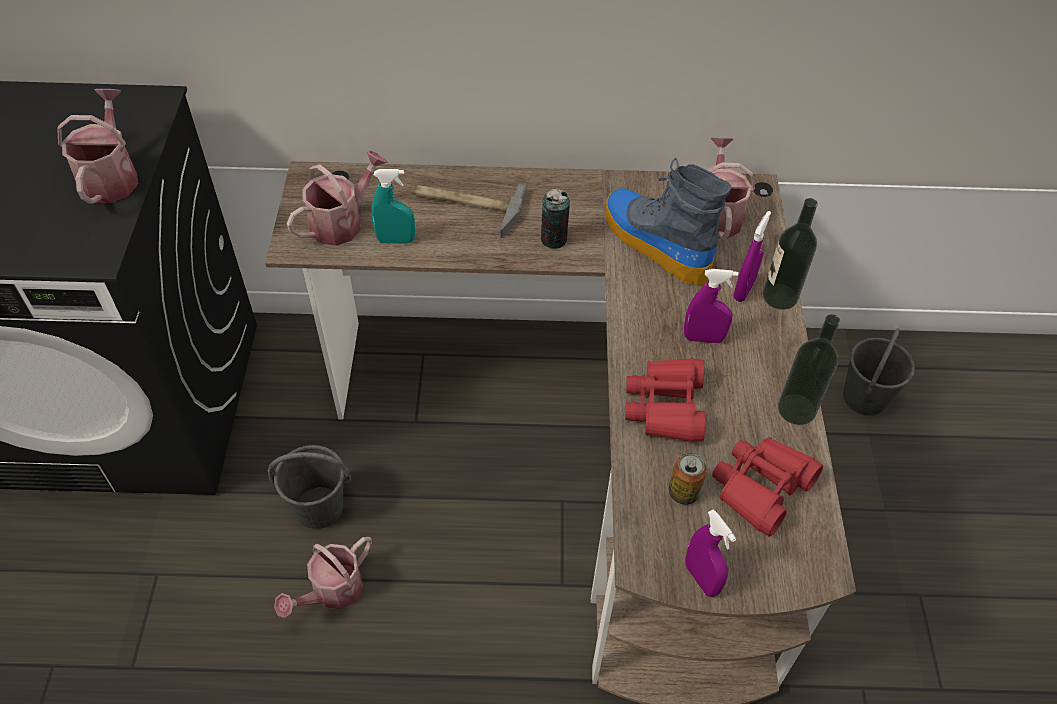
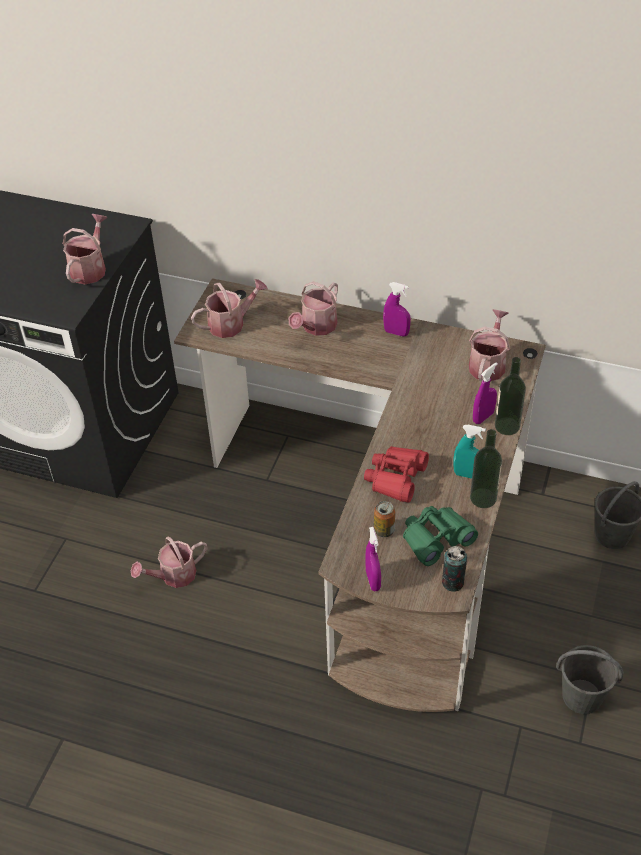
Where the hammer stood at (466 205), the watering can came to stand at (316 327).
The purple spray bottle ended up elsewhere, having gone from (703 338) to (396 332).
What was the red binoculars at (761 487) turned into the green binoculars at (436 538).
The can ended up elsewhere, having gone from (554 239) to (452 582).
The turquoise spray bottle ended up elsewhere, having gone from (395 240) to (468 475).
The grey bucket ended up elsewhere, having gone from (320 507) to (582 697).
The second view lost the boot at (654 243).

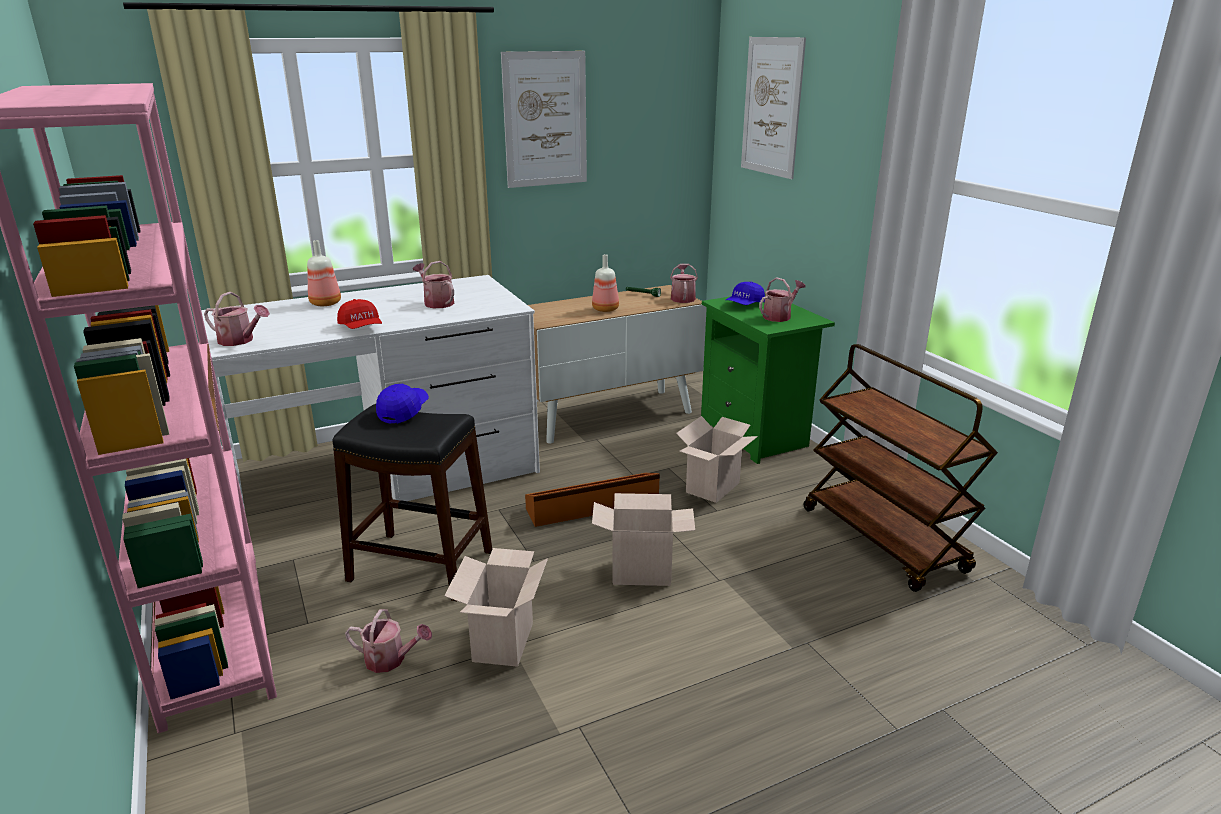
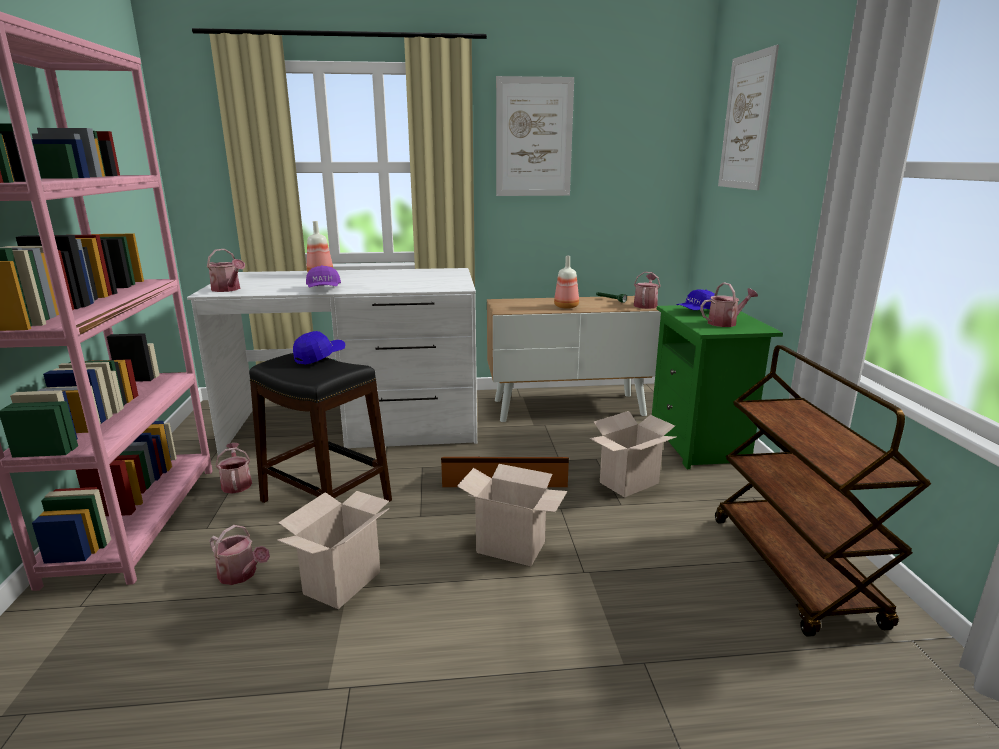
The watering can ended up elsewhere, having gone from (436 302) to (236 483).
What was the red cap at (361 327) turned into the purple cap at (324 289).

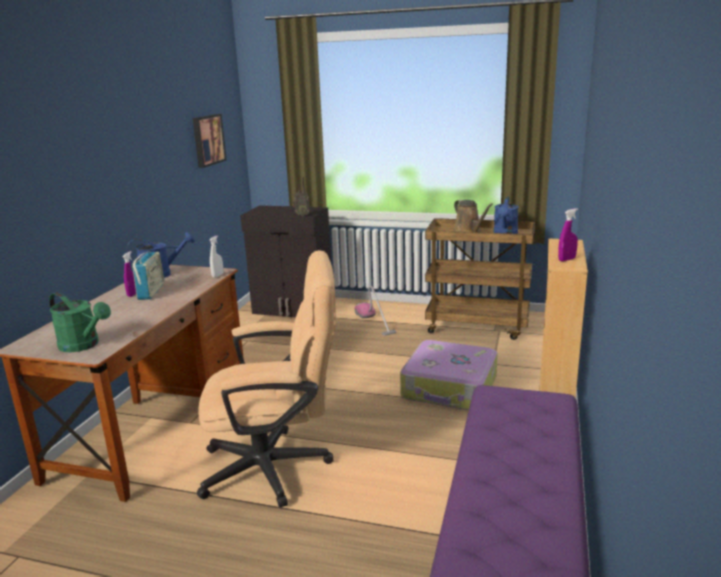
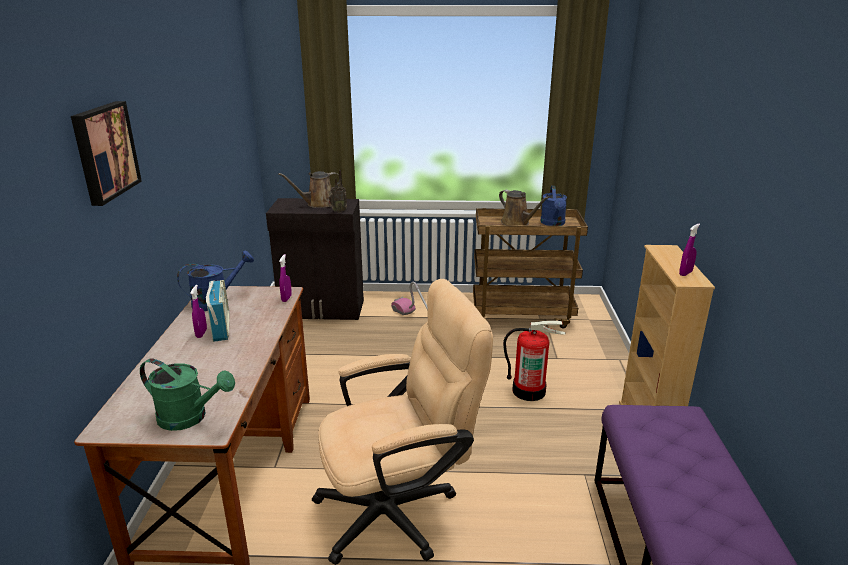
The picture ended up elsewhere, having gone from (207 140) to (104 151).
The second view gained the brown watering can at (318 204).
What was the white spray bottle at (217 275) turned into the purple spray bottle at (286 298).
Where the suitcase stood at (450 388), the fire extinguisher came to stand at (529 391).

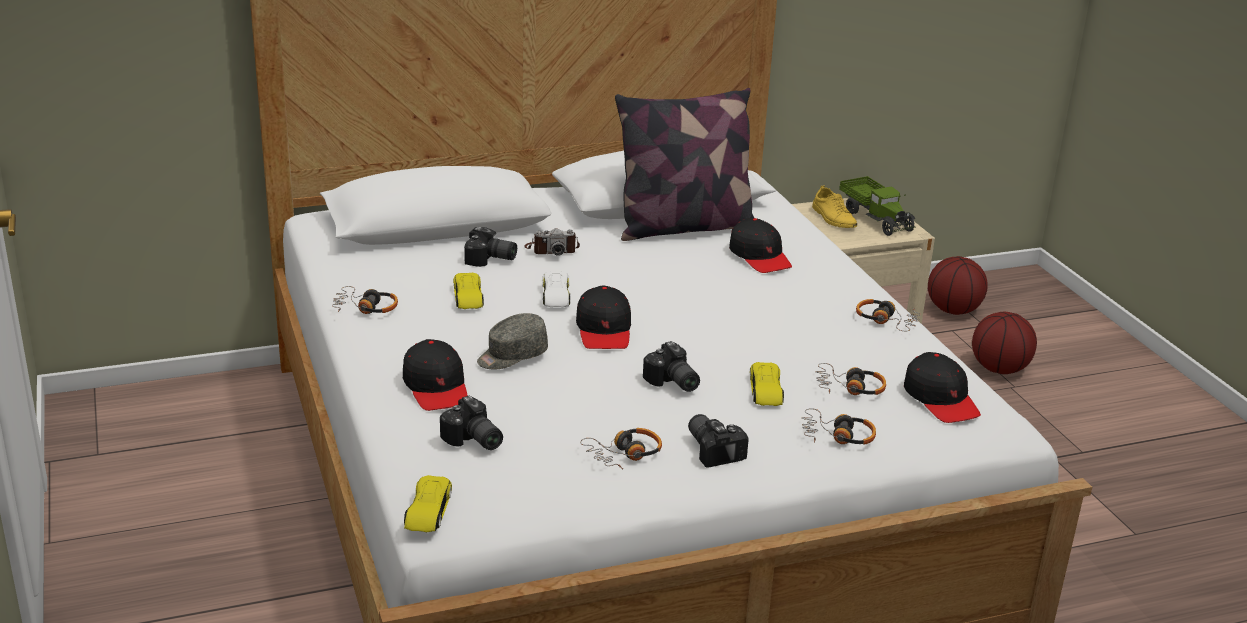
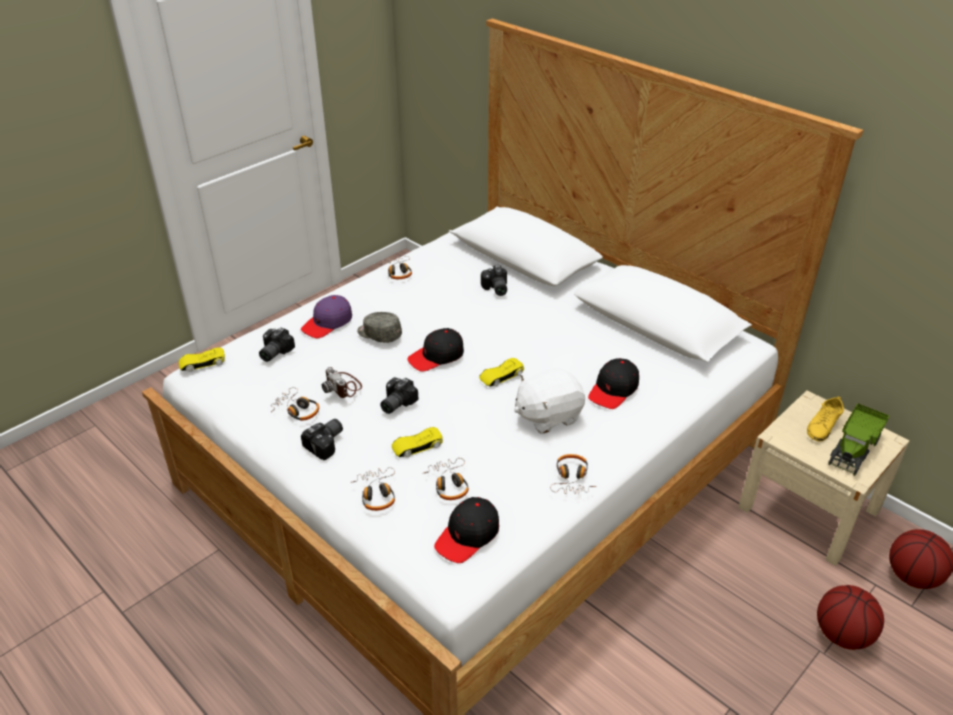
What was the black cap at (436 387) turned into the purple cap at (327 323).
The photo camera ended up elsewhere, having gone from (552 250) to (343 386).
The yellow toy car ended up elsewhere, having gone from (468 297) to (501 376).
The second view gained the white plush toy at (547 415).
The second view lost the white toy car at (556 295).
The second view lost the pillow at (684 227).

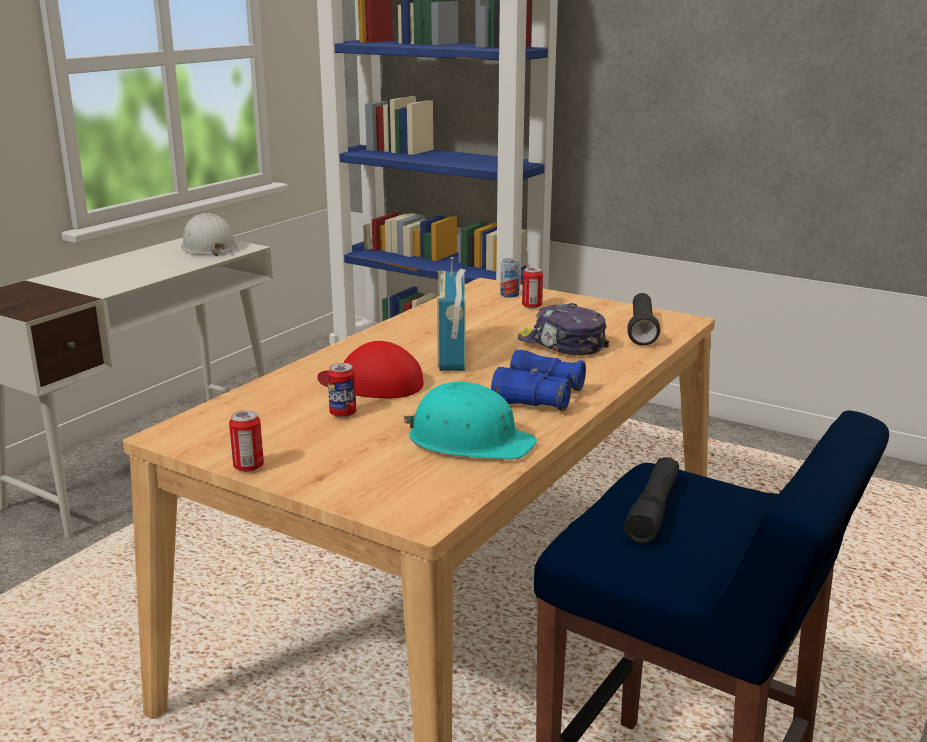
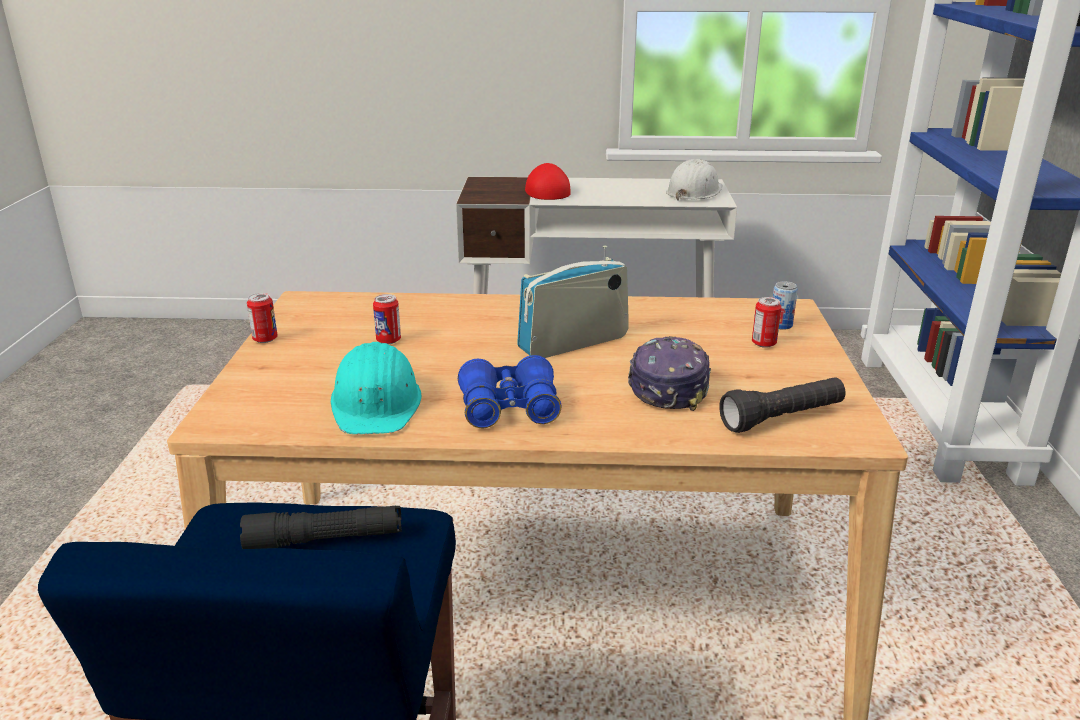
The red cap ended up elsewhere, having gone from (372 384) to (546 190).

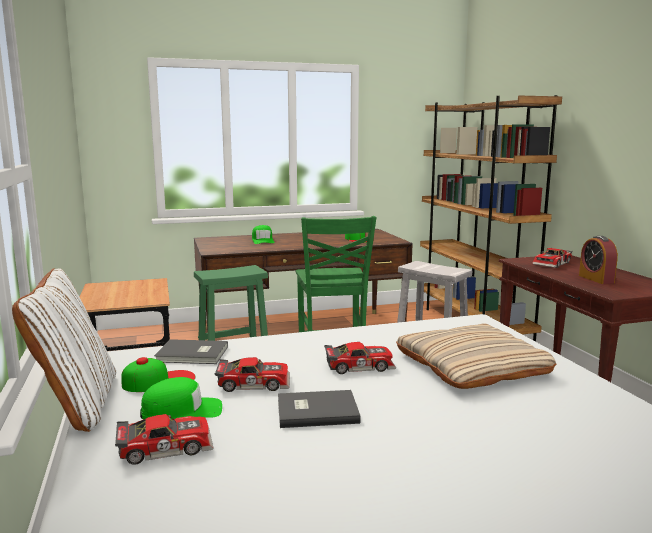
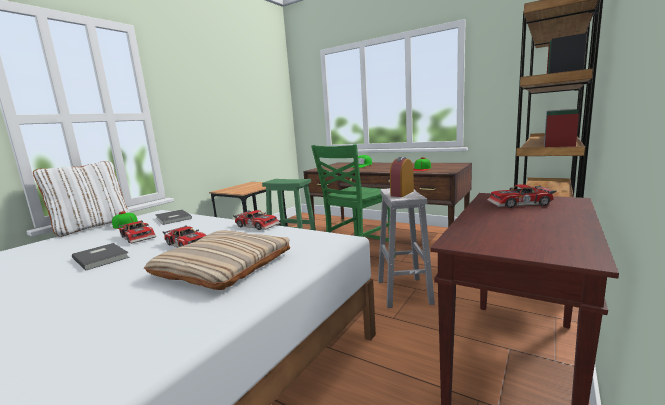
The toy car ended up elsewhere, having gone from (165 446) to (258 225).
The alarm clock ended up elsewhere, having gone from (596 279) to (402 193).
The second view lost the green cap at (182 411).

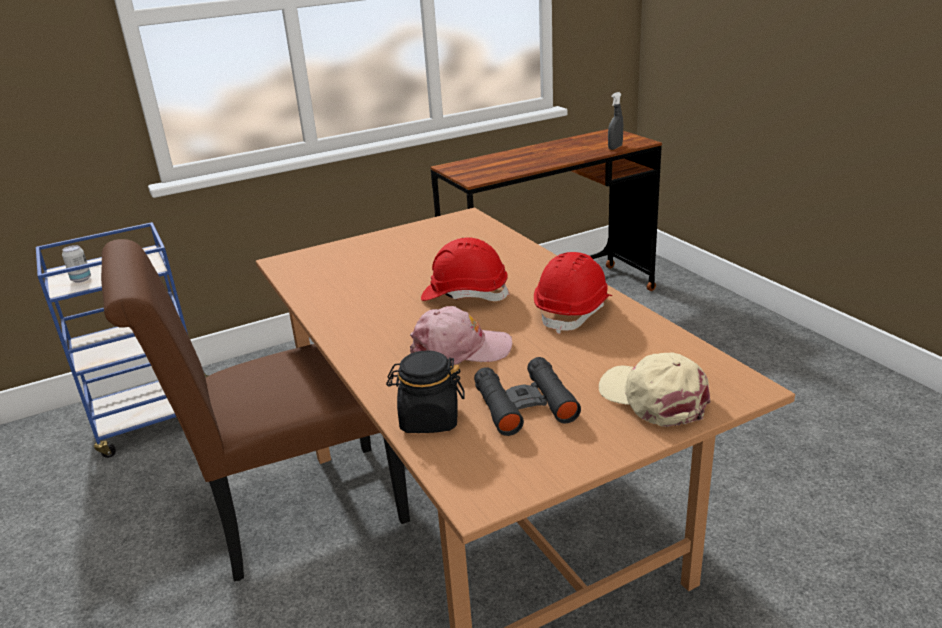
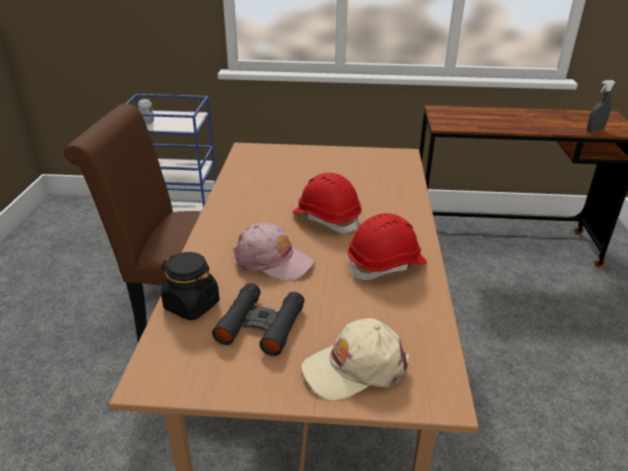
The beige cap at (653 398) ended up facing another way, 105 degrees counterclockwise from before.

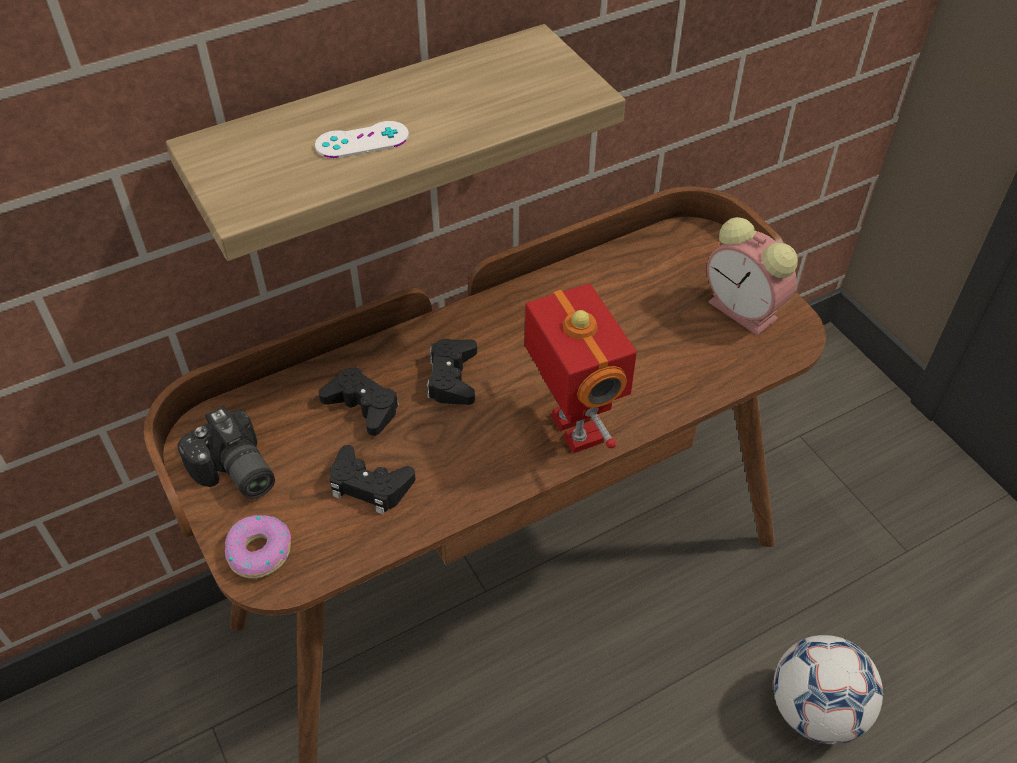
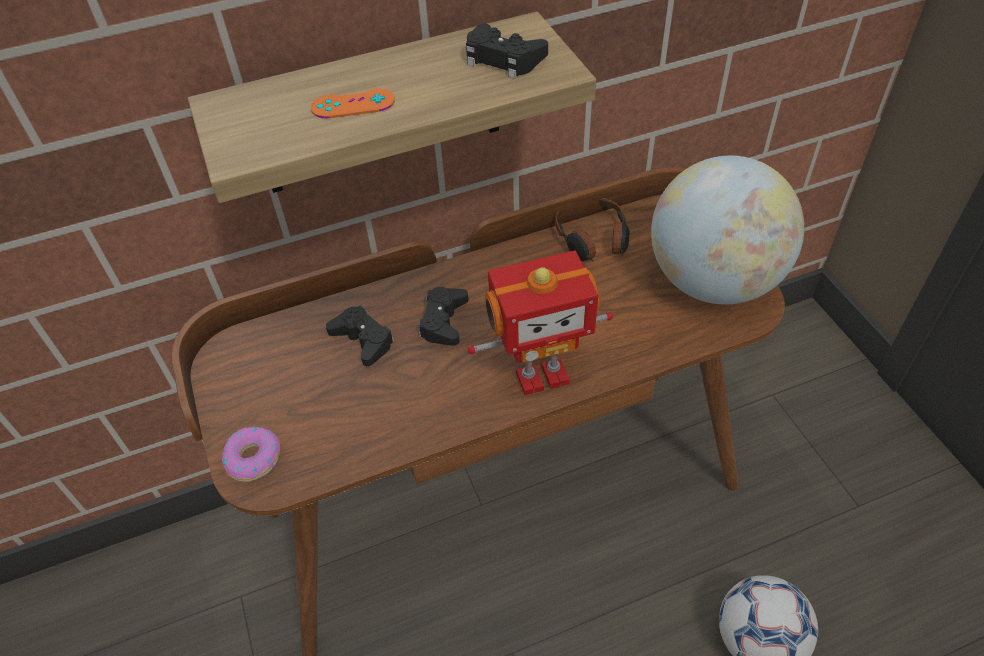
What was the white game controller at (362 140) turned into the orange game controller at (353 104).
The black game controller ended up elsewhere, having gone from (369 485) to (503 59).
The toy robot at (573 430) ended up facing another way, 90 degrees clockwise from before.
The second view gained the headphones at (592 239).
Where the alarm clock stood at (745 311), the globe came to stand at (713 281).
The second view lost the photo camera at (234 474).

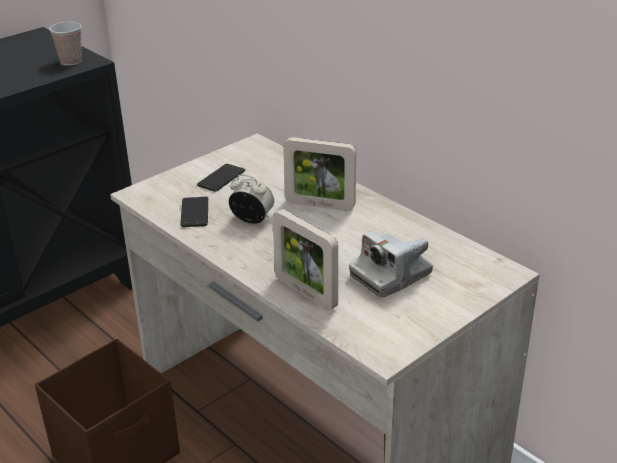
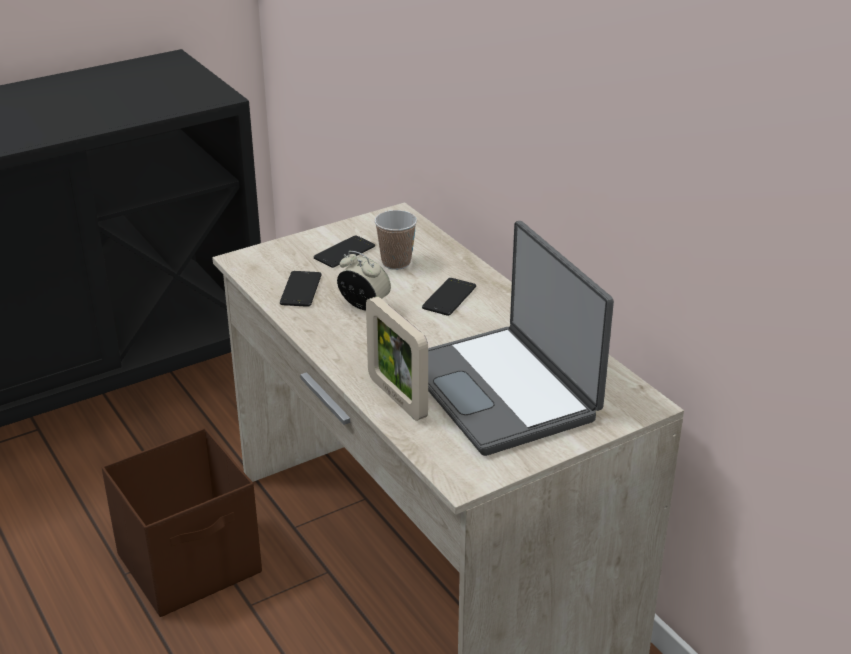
The cup ended up elsewhere, having gone from (71 61) to (396 262).
Where the picture frame stood at (320 205), the phone came to stand at (449 297).
Where the photo camera stood at (391 276), the laptop came to stand at (503 390).

